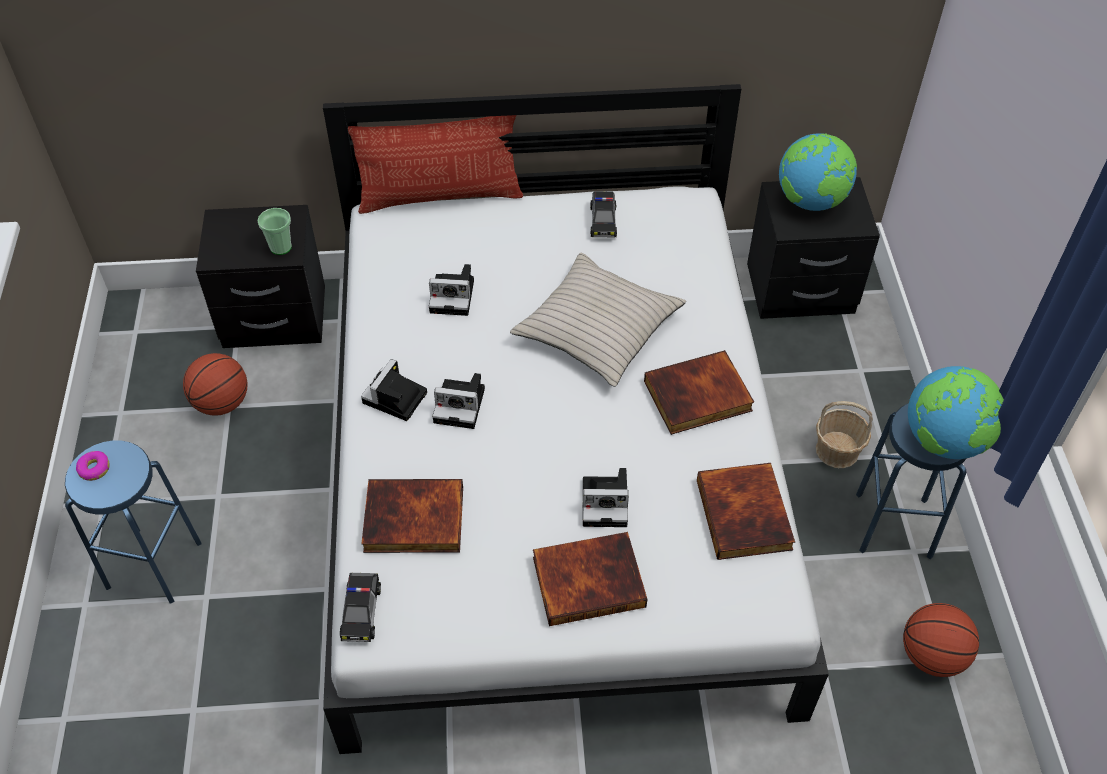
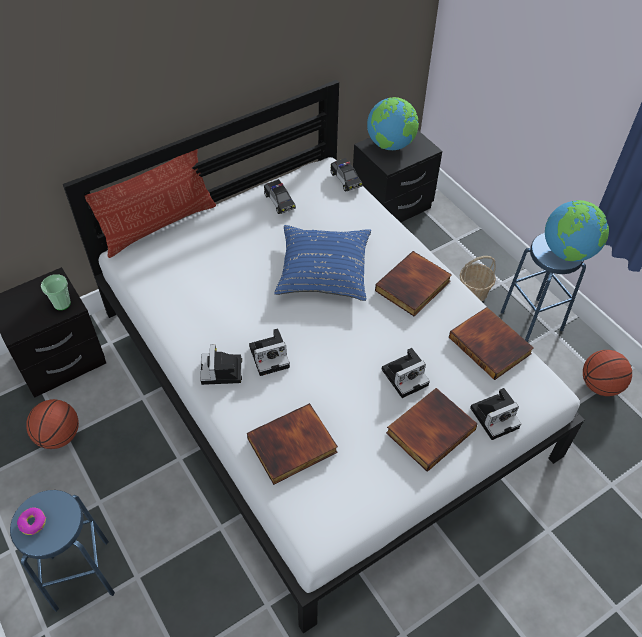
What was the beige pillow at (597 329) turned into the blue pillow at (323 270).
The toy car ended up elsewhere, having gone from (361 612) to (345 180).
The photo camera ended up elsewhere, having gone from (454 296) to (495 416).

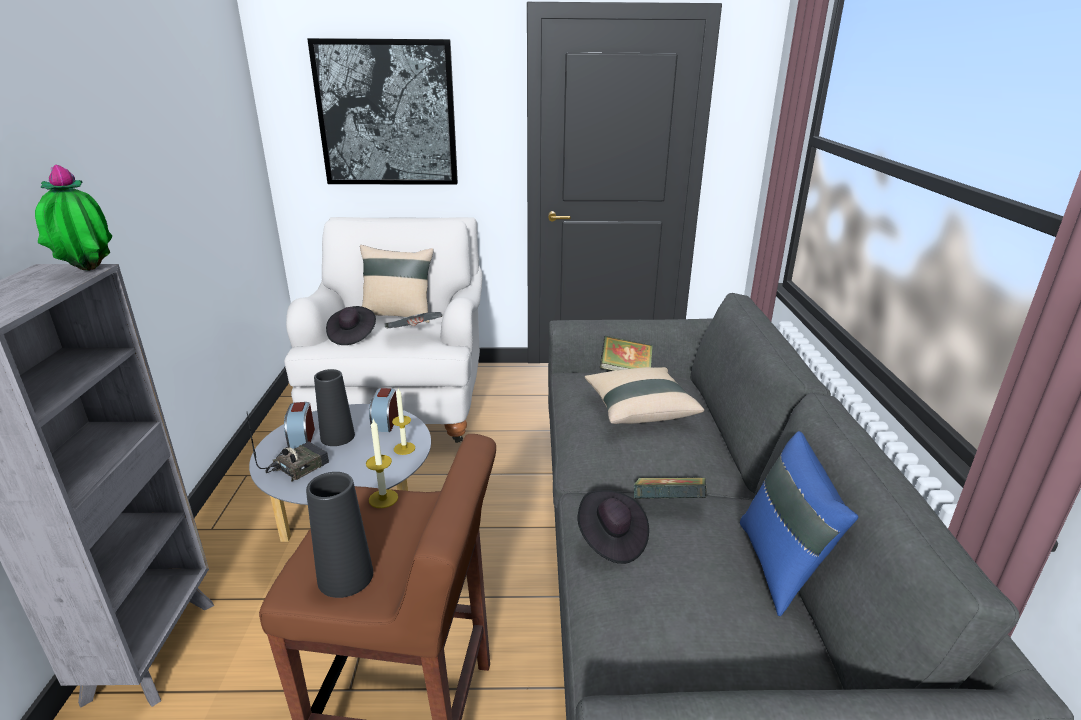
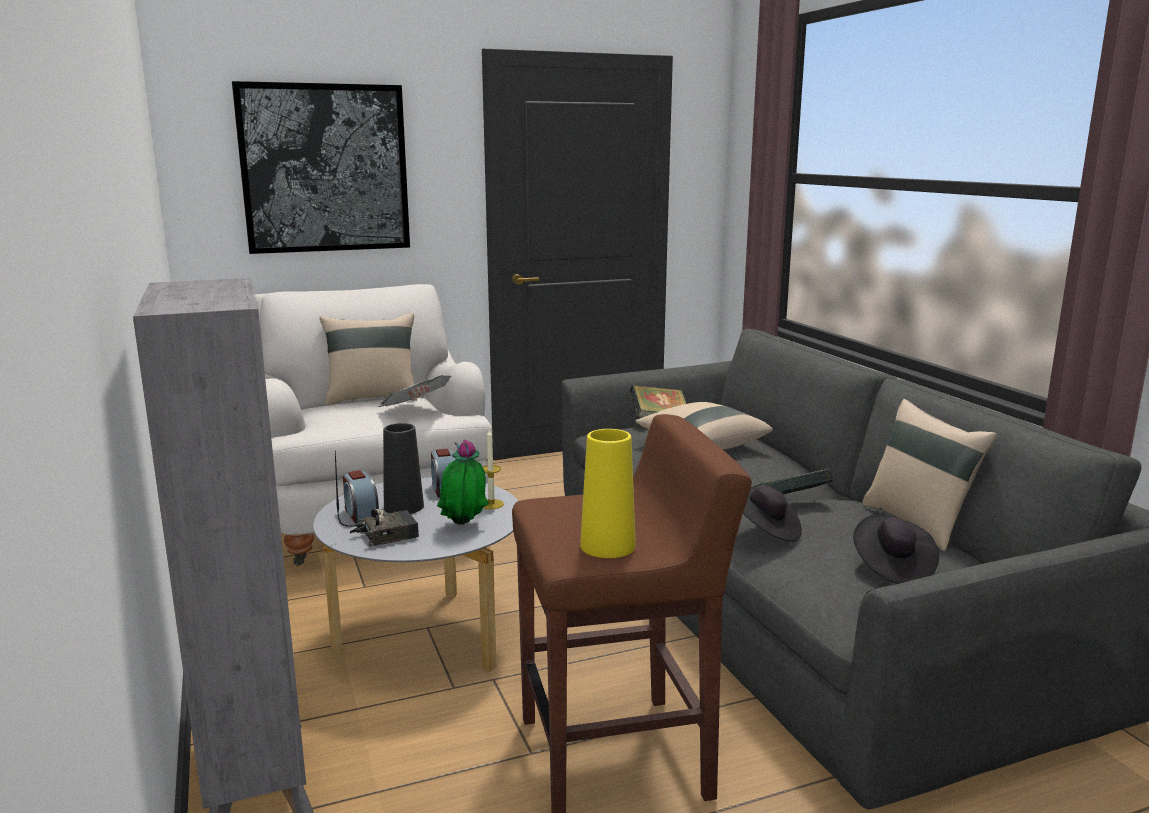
The radio at (298 466) ended up facing another way, 45 degrees clockwise from before.
The potted plant ended up elsewhere, having gone from (87 272) to (464 526).
What was the black vase at (345 577) turned into the yellow vase at (607 546).
The black hat ended up elsewhere, having gone from (352 336) to (891 567).
What was the blue pillow at (781 566) turned into the beige pillow at (919 523).
The second view lost the candle at (383 498).

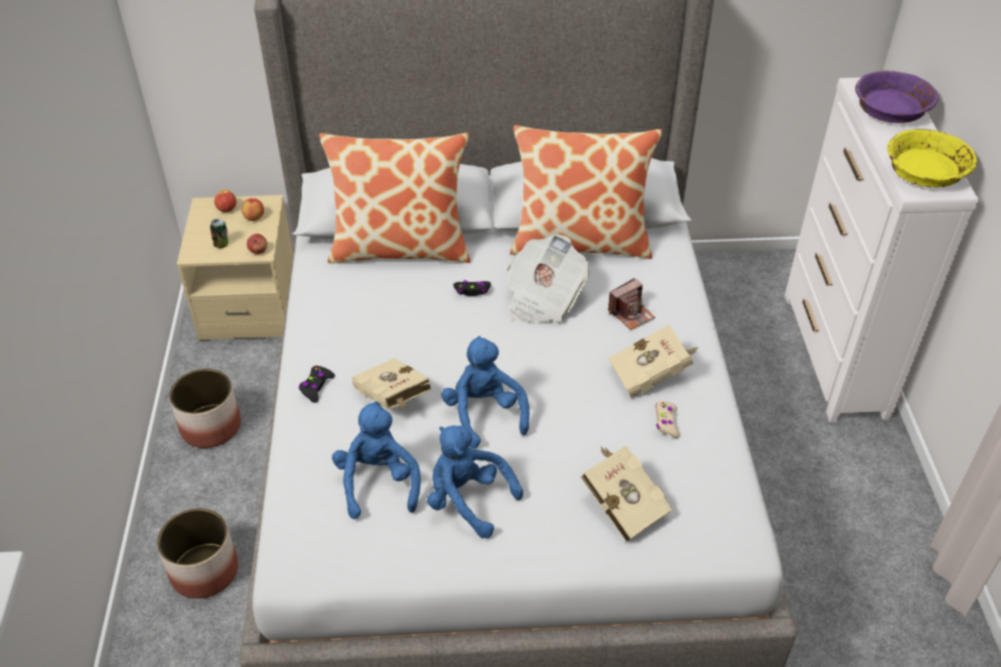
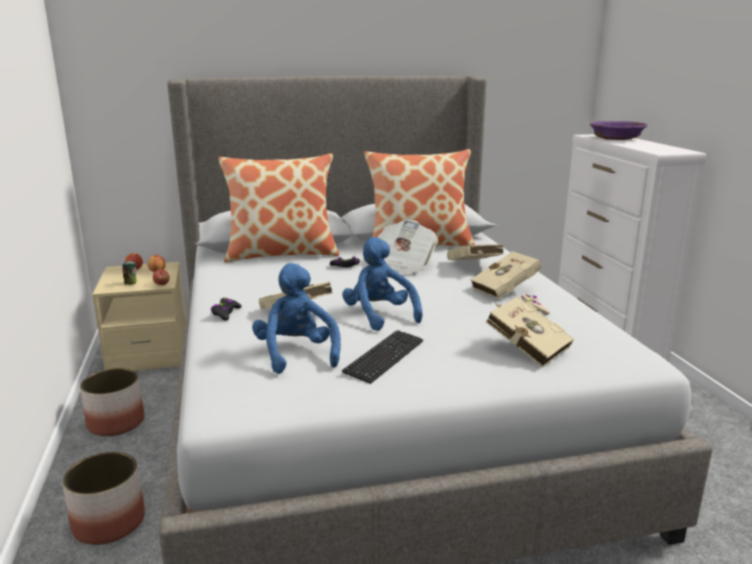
Where the blue plush toy stood at (467 500), the keyboard came to stand at (384 358).
Where the photo camera stood at (631 314), the beige book came to stand at (474 268).
The second view lost the yellow bowl at (925 172).

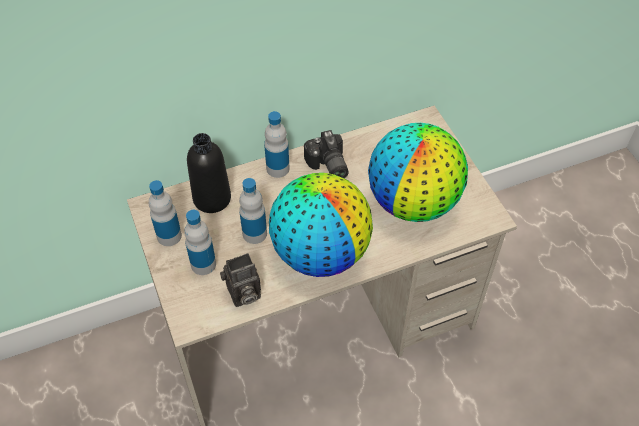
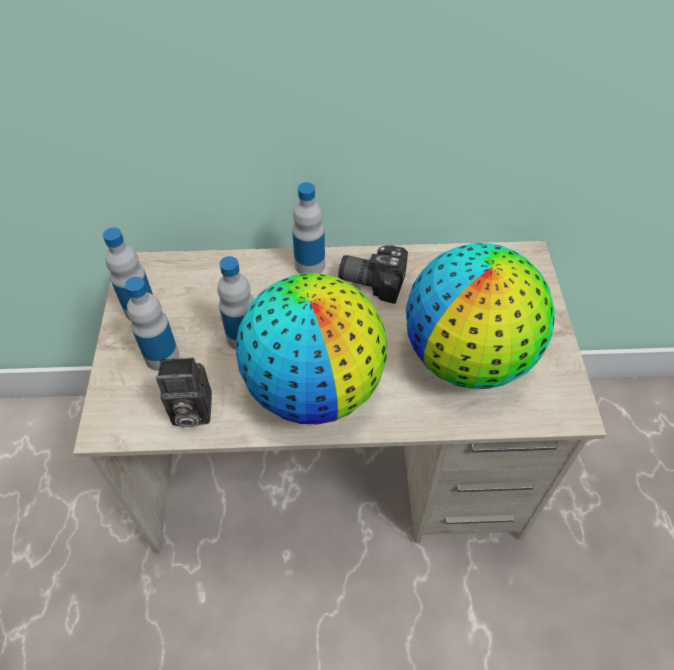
The photo camera at (327 166) ended up facing another way, 105 degrees clockwise from before.
The second view lost the black bottle at (212 198).

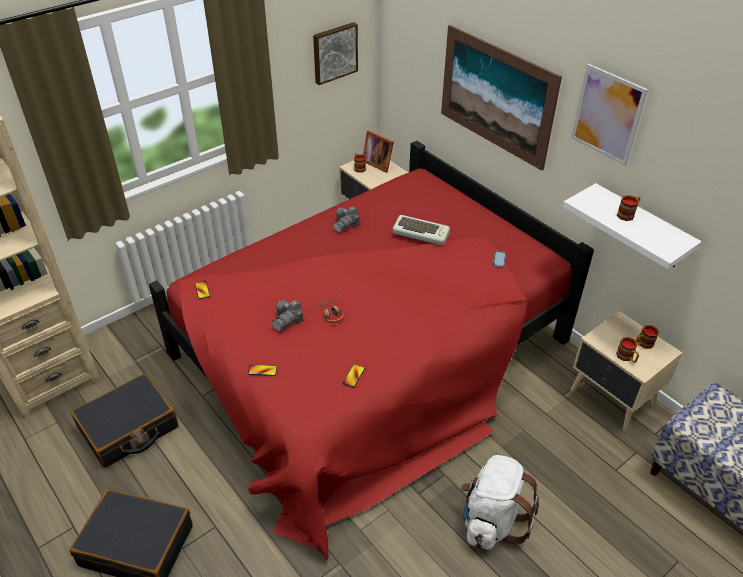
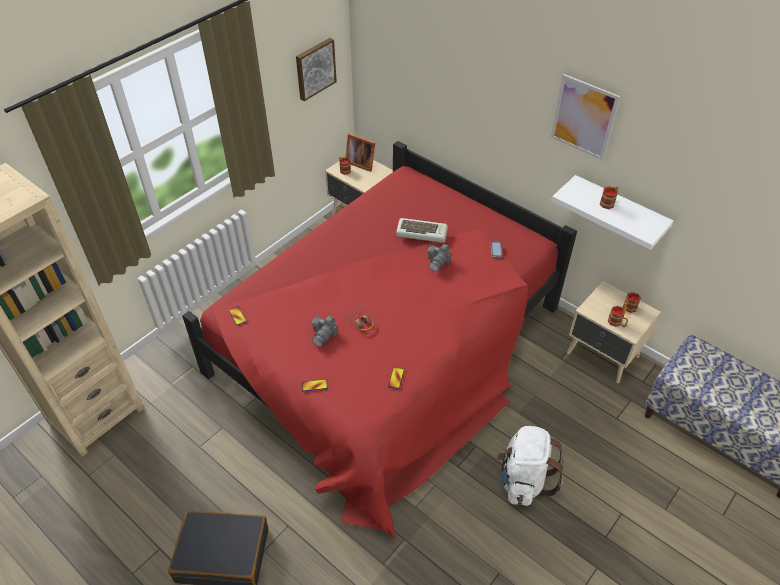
The photo camera ended up elsewhere, having gone from (346 224) to (438 261).
The second view lost the black suitcase at (129 429).
The second view lost the picture at (496 96).

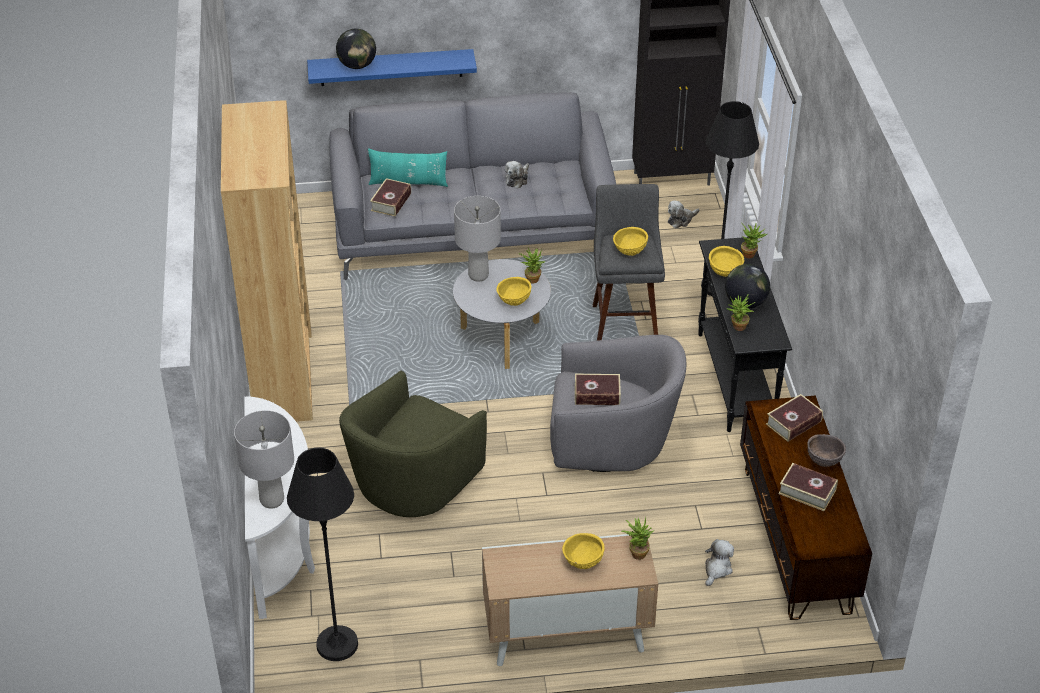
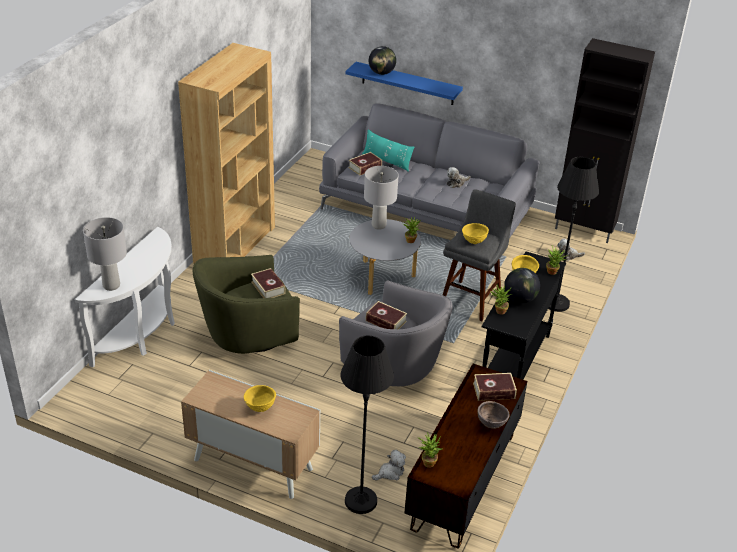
The book ended up elsewhere, having gone from (807 491) to (268 288).
The black floor lamp ended up elsewhere, having gone from (337 644) to (360 501).
The potted plant ended up elsewhere, having gone from (636 552) to (428 461).
The second view lost the yellow bowl at (514 302).

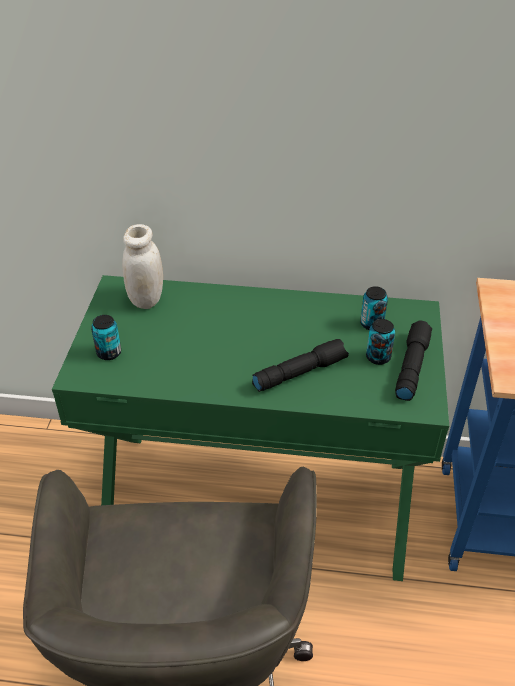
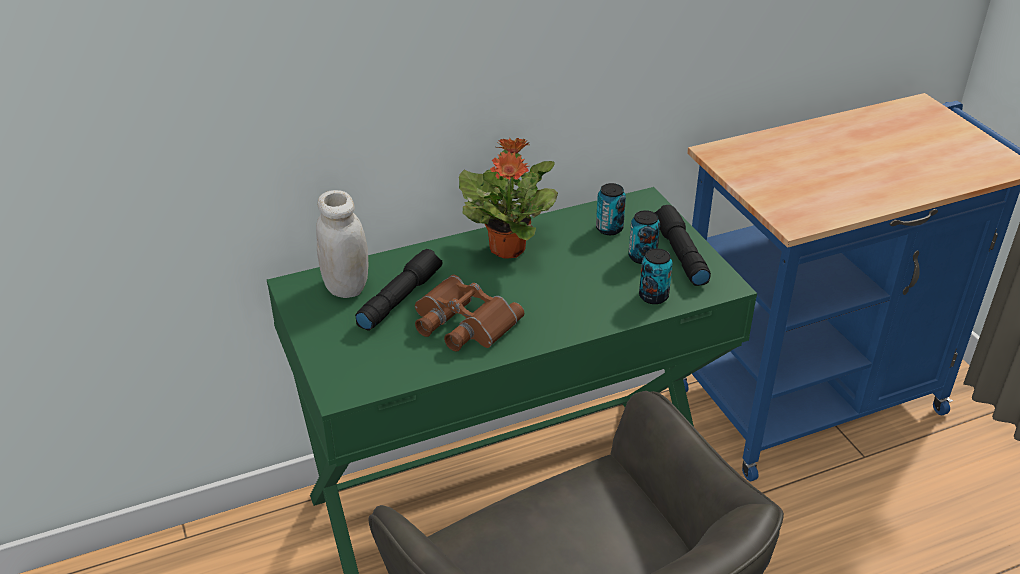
The black flashlight ended up elsewhere, having gone from (300 372) to (399 298).
The second view gained the brown binoculars at (461 323).
The second view gained the potted plant at (508 248).
The can ended up elsewhere, having gone from (109 353) to (653 296).

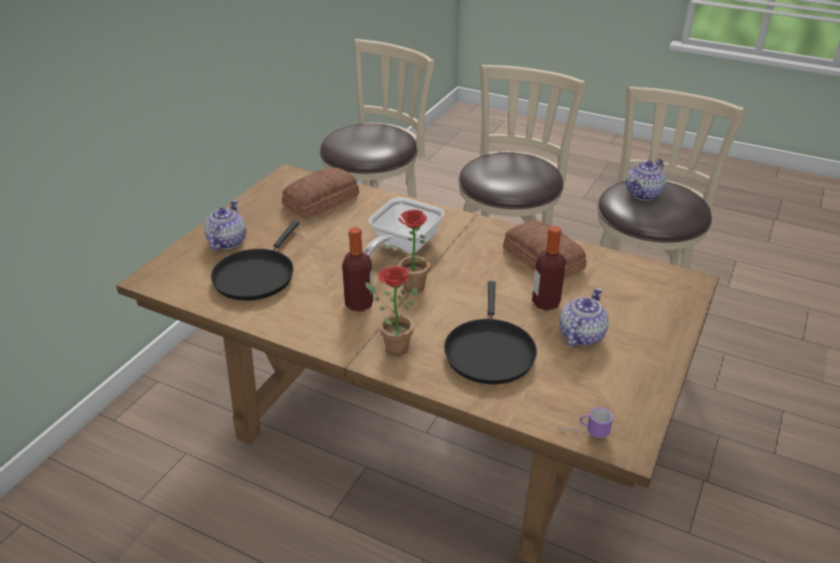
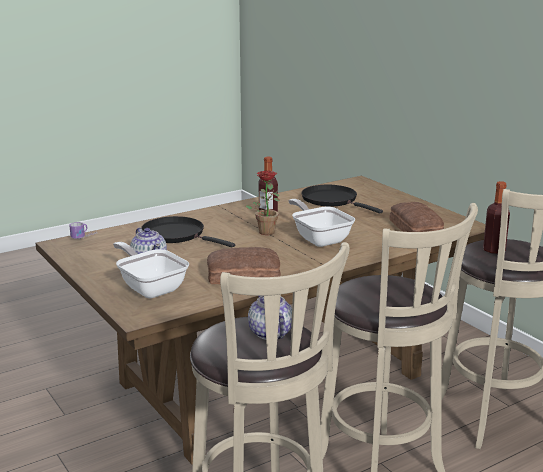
The second view gained the frying pan at (150 288).
The bottle ended up elsewhere, having gone from (545 303) to (494 250).
The second view lost the teapot at (226 242).
The second view lost the potted plant at (392 346).

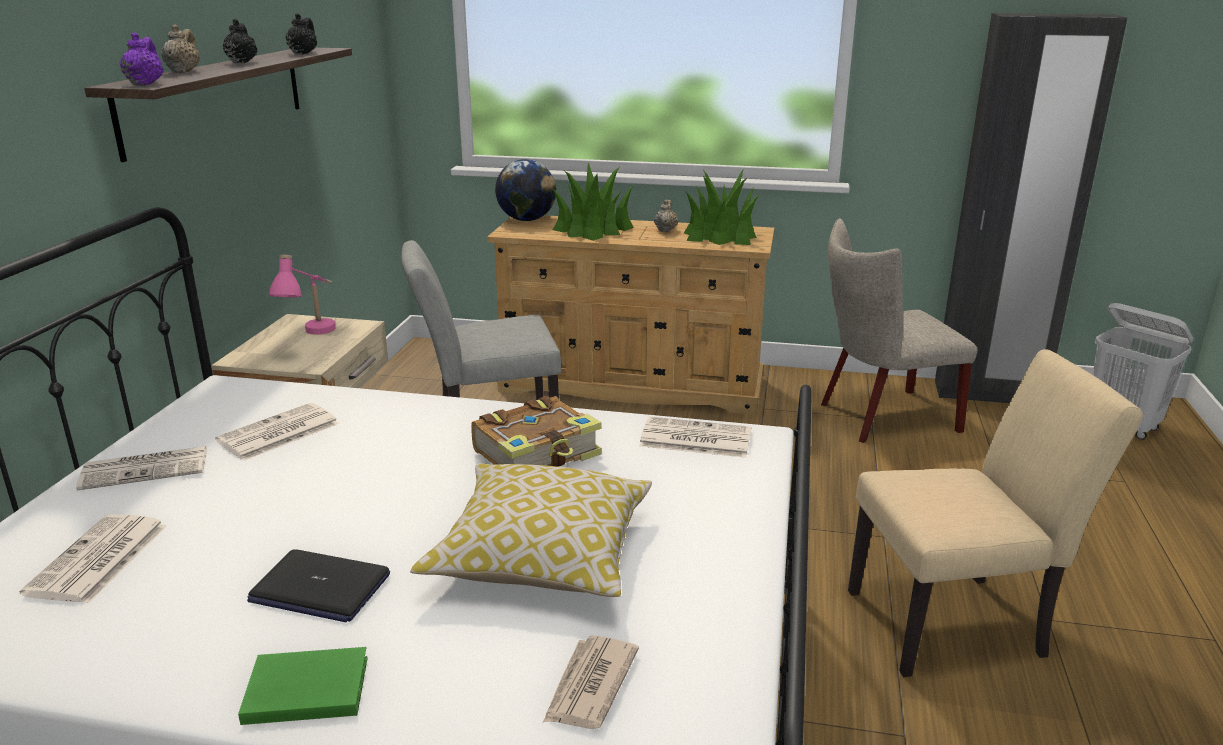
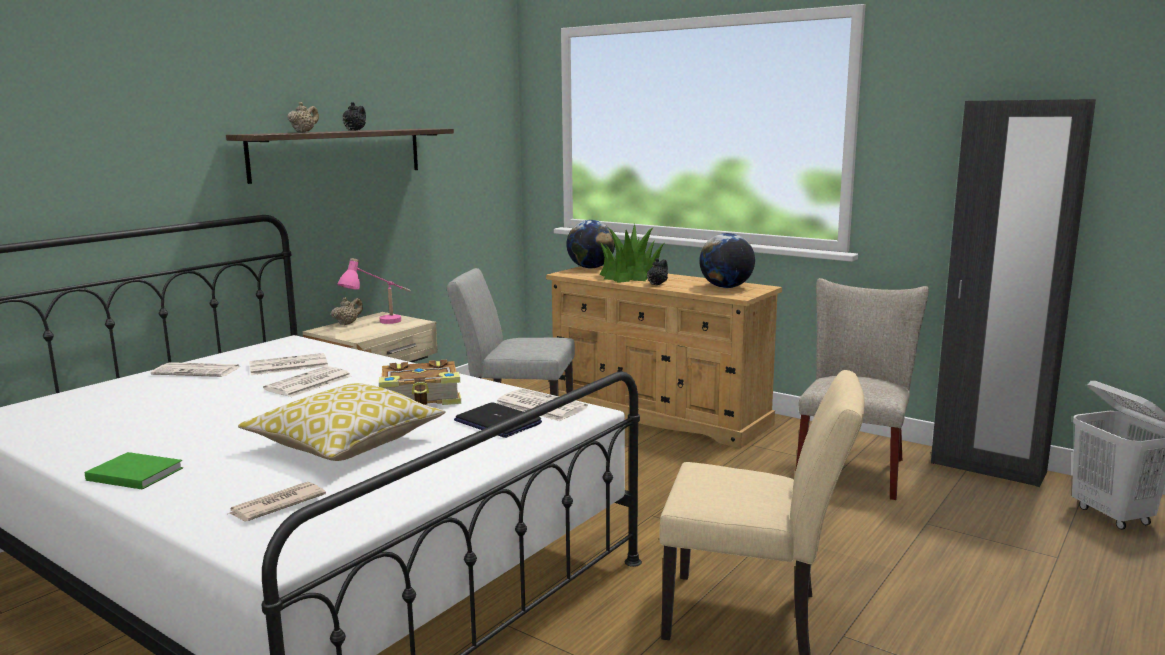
The newspaper ended up elsewhere, having gone from (98 560) to (308 383).
The beige teapot ended up elsewhere, having gone from (666 230) to (347 323).
The laptop ended up elsewhere, having gone from (319 588) to (497 422).
The black teapot ended up elsewhere, having gone from (303 53) to (657 284).
Where the potted plant stood at (720 235), the globe came to stand at (726 287).
The beige chair at (880 417) ended up facing another way, 105 degrees clockwise from before.
The second view lost the purple teapot at (145 84).

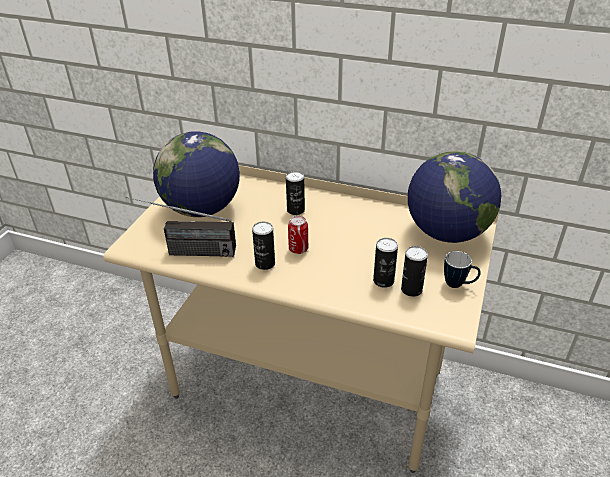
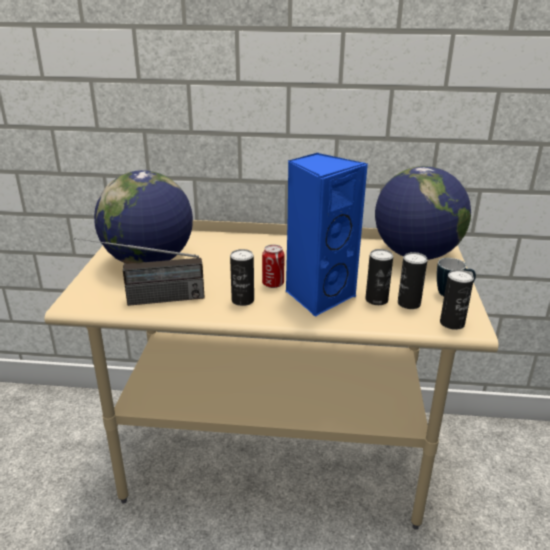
The second view gained the blue speaker at (318 296).
The can ended up elsewhere, having gone from (295 210) to (452 323).

